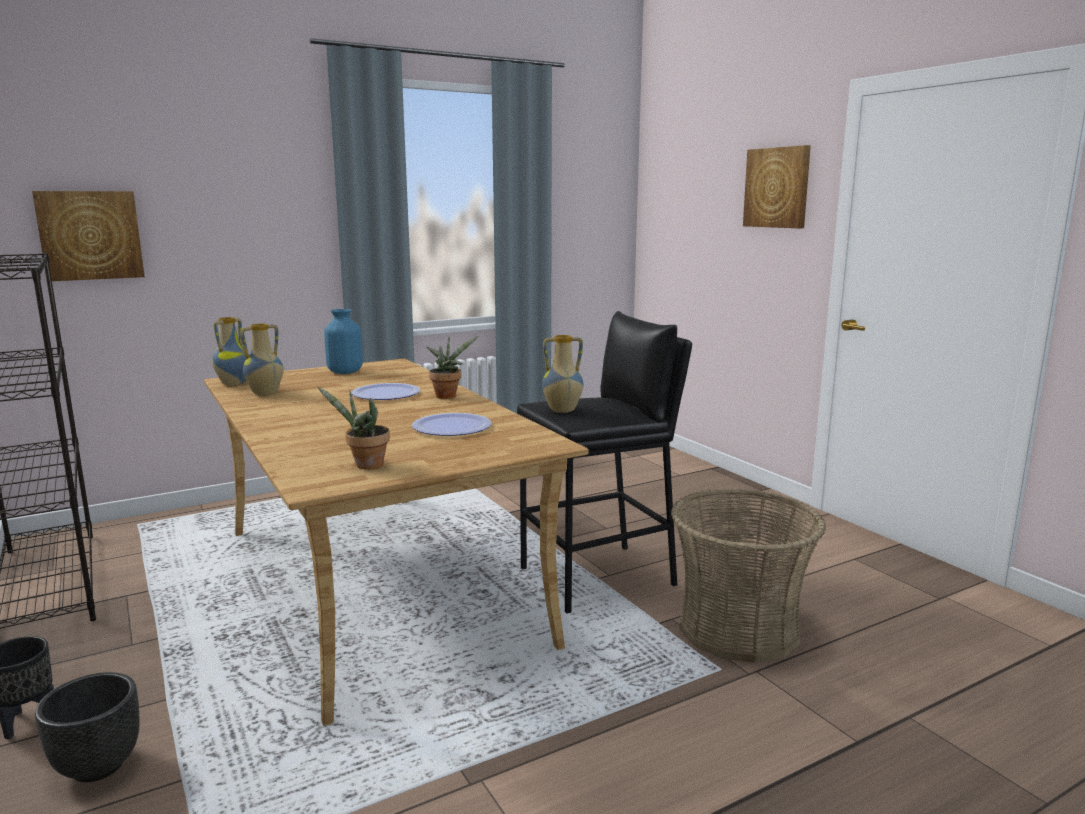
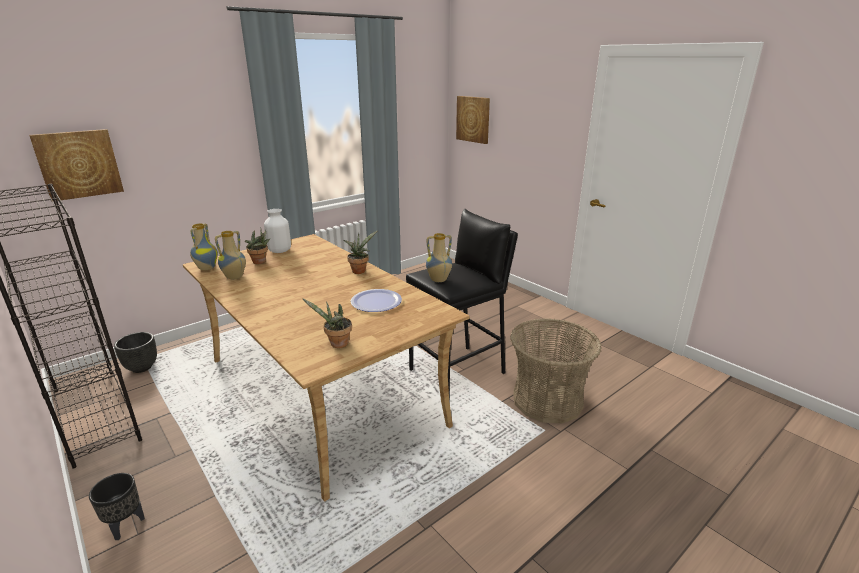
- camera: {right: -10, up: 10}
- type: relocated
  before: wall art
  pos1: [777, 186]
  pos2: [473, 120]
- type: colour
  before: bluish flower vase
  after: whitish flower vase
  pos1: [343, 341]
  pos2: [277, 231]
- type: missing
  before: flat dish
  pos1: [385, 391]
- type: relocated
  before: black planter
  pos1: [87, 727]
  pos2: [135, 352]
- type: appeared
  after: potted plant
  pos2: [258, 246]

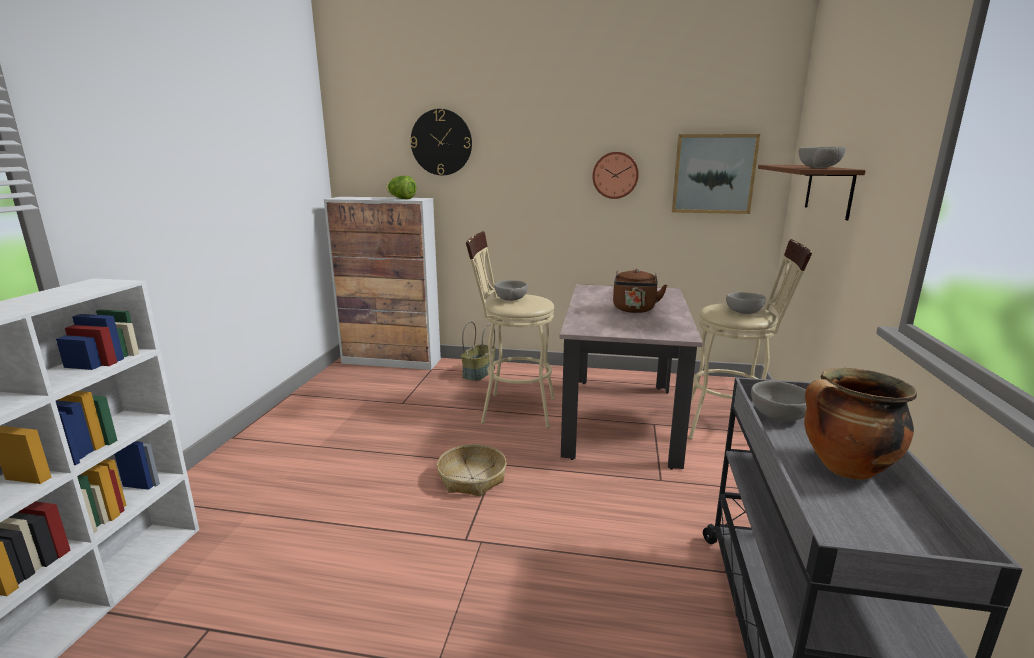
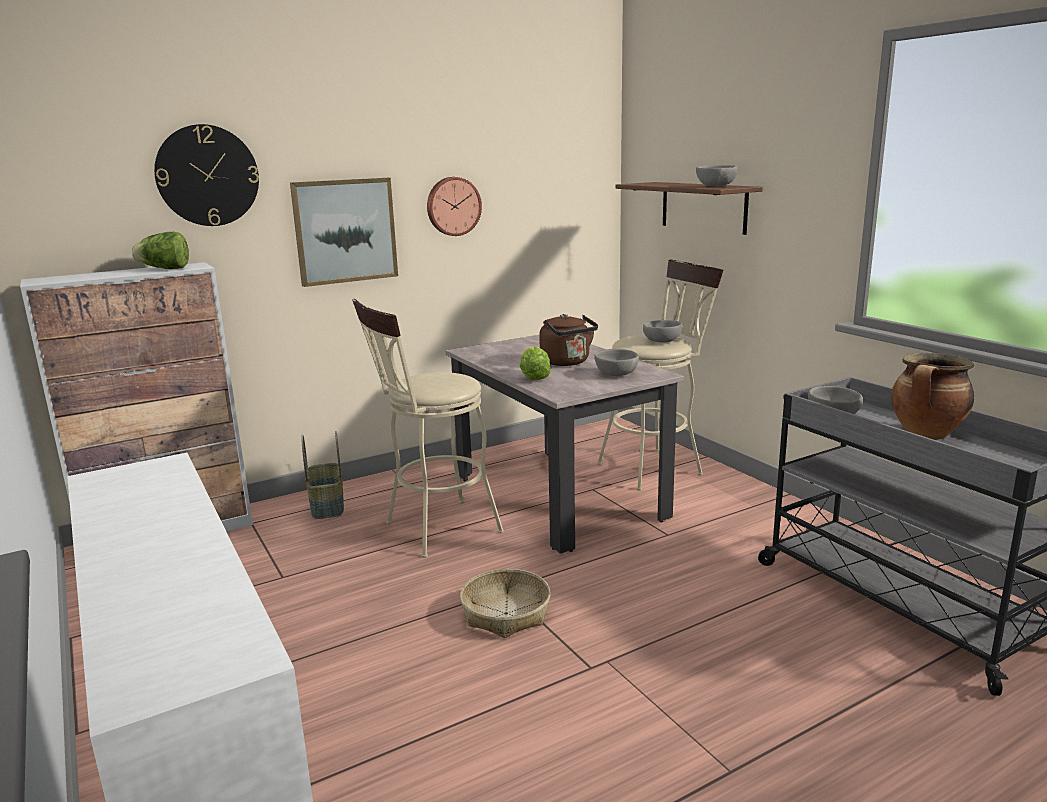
- camera: {right: -40, up: 0}
- type: relocated
  before: wall art
  pos1: [716, 174]
  pos2: [344, 232]
- type: relocated
  before: gray deep dish
  pos1: [511, 290]
  pos2: [616, 362]
- type: appeared
  after: head of lettuce
  pos2: [535, 363]

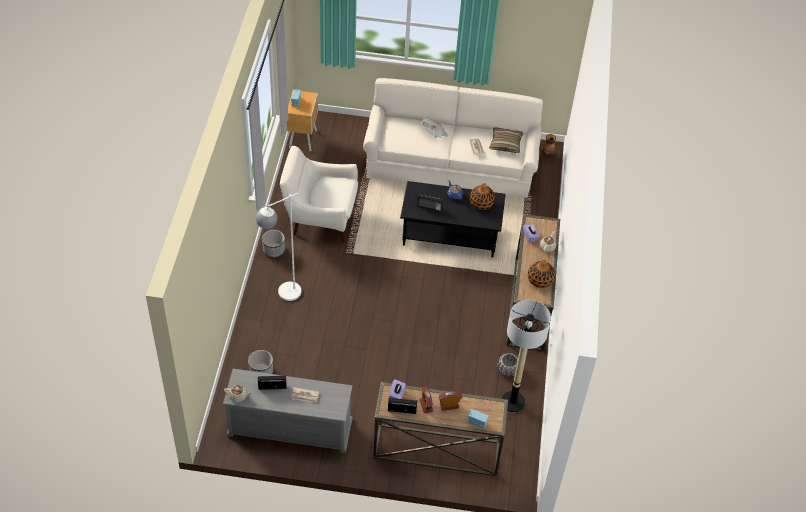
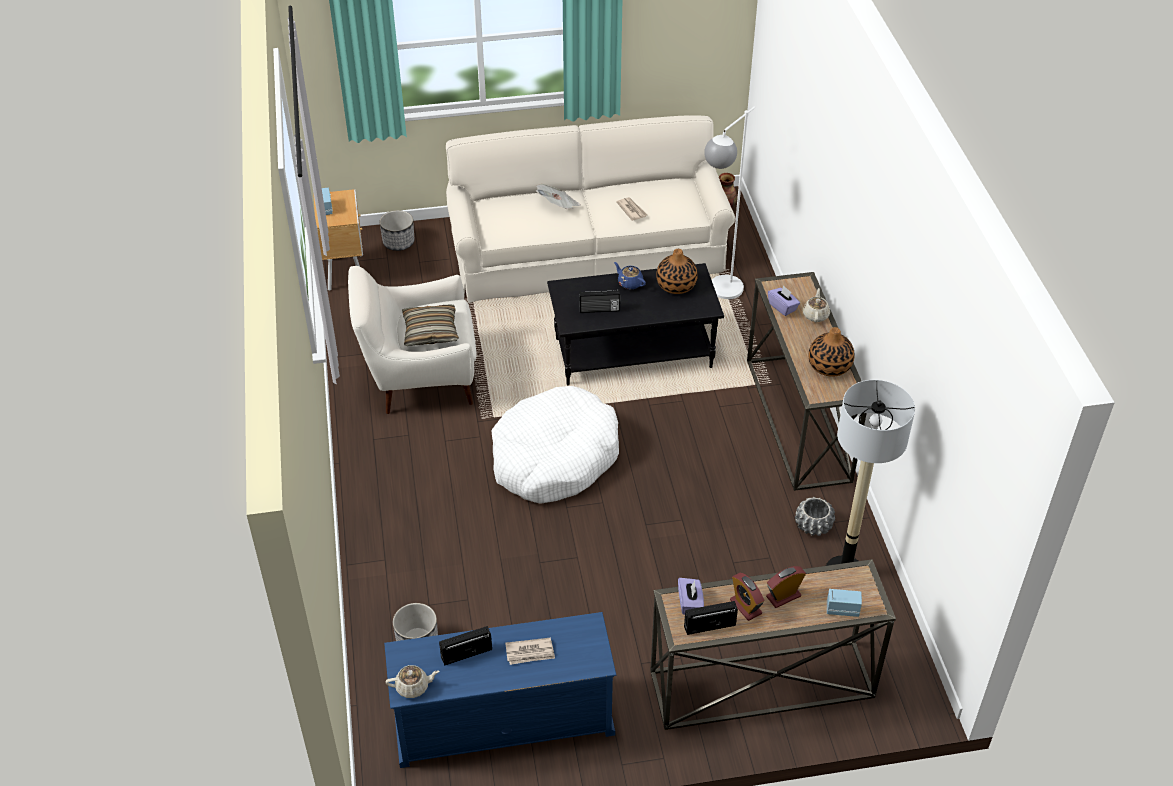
- camera: {right: -15, up: -5}
- type: relocated
  before: throw pillow
  pos1: [506, 140]
  pos2: [430, 325]
- type: relocated
  before: whitish floor lamp
  pos1: [278, 247]
  pos2: [729, 203]
- type: relocated
  before: planter
  pos1: [273, 244]
  pos2: [397, 230]
- type: colour
  before: gray tv unit
  after: bluish tv unit
  pos1: [288, 411]
  pos2: [500, 690]
- type: appeared
  after: whitish pet bed
  pos2: [555, 445]

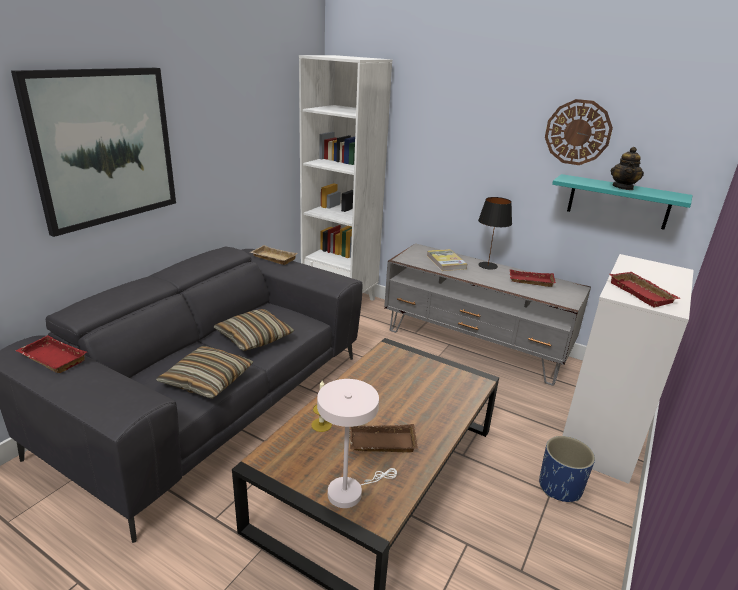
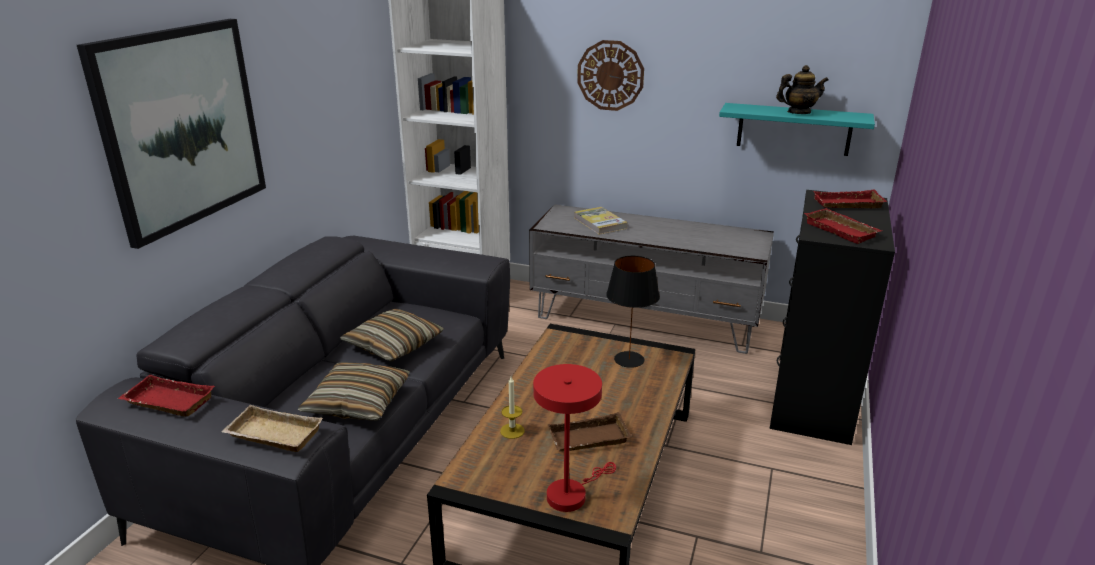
- camera: {right: -10, up: 0}
- type: relocated
  before: wall clock
  pos1: [579, 132]
  pos2: [610, 75]
- type: spun
  before: pot for tea
  pos1: [627, 168]
  pos2: [802, 89]
  turn: -105
- type: relocated
  before: black table lamp
  pos1: [495, 233]
  pos2: [633, 312]
- type: relocated
  before: beige-coloured tray
  pos1: [273, 255]
  pos2: [272, 428]
- type: colour
  before: whitish drawer chest
  after: black drawer chest
  pos1: [628, 369]
  pos2: [832, 317]
- type: relocated
  before: red tray
  pos1: [533, 278]
  pos2: [850, 198]
- type: colour
  before: whitish table lamp
  after: red table lamp
  pos1: [357, 443]
  pos2: [574, 438]
- type: missing
  before: bluish planter
  pos1: [567, 469]

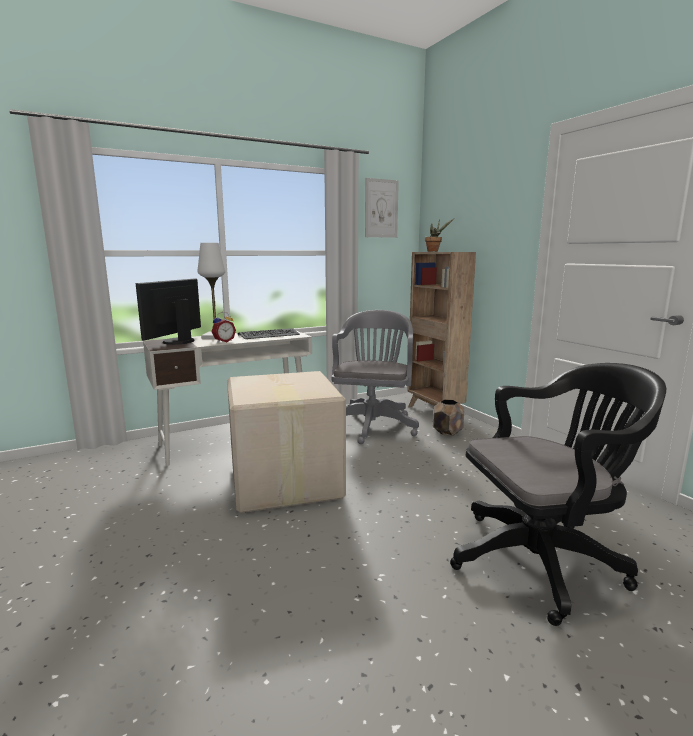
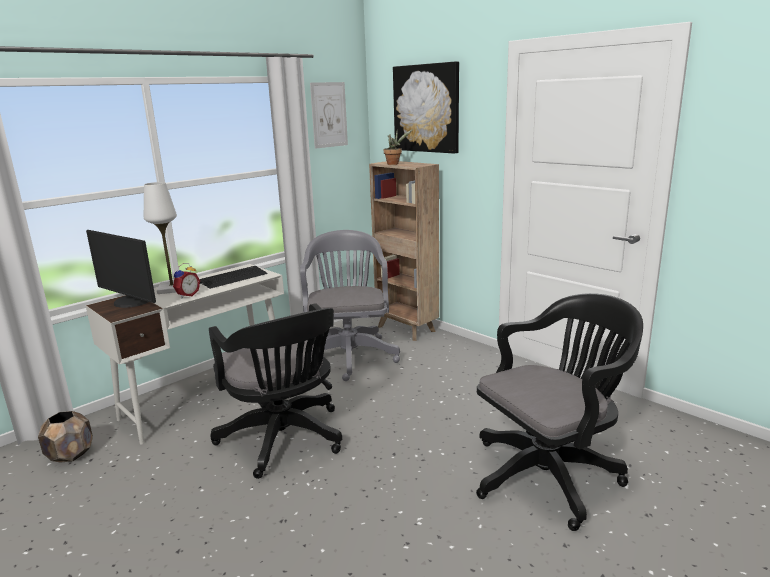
- camera: {right: -15, up: 5}
- type: spun
  before: computer screen
  pos1: [168, 311]
  pos2: [121, 269]
  turn: -60
- type: exchanged
  before: carton
  after: black office chair
  pos1: [286, 442]
  pos2: [275, 391]
- type: relocated
  before: brown planter
  pos1: [448, 418]
  pos2: [65, 437]
- type: appeared
  after: wall art
  pos2: [426, 107]

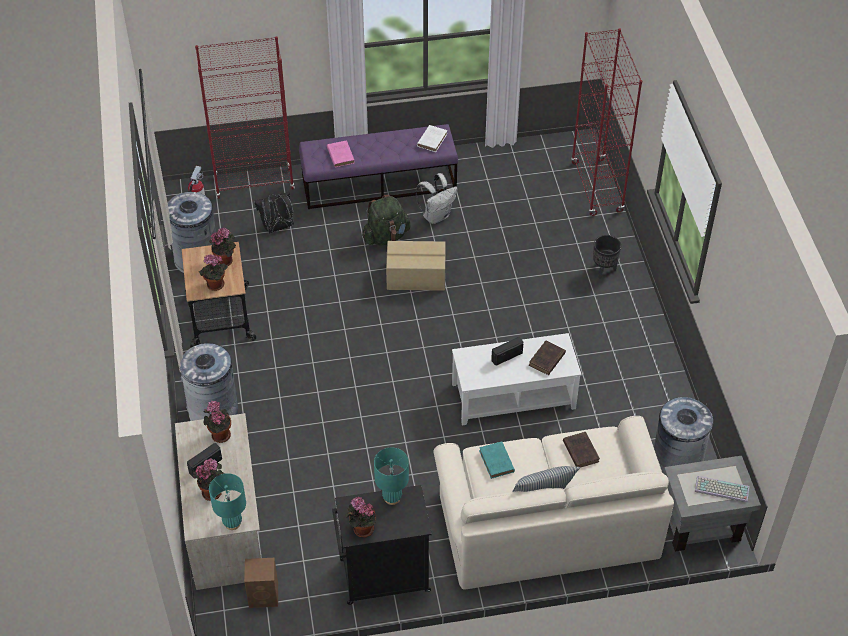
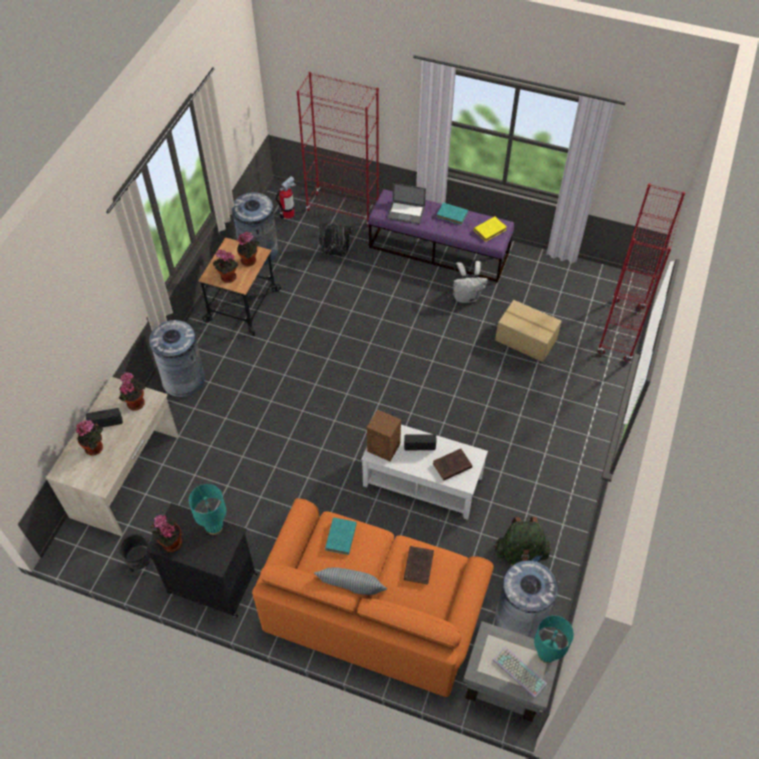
- camera: {right: 30, up: 5}
- type: colour
  before: whitish book
  after: yellow-coloured book
  pos1: [432, 138]
  pos2: [490, 229]
- type: exchanged
  before: pinkish book
  after: notebook computer
  pos1: [341, 153]
  pos2: [406, 203]
- type: relocated
  before: green-coloured knapsack
  pos1: [386, 220]
  pos2: [523, 541]
- type: relocated
  before: black planter
  pos1: [607, 257]
  pos2: [136, 553]
- type: relocated
  before: carton
  pos1: [416, 266]
  pos2: [528, 331]
- type: colour
  before: beige-coloured sofa
  after: orange-coloured sofa
  pos1: [553, 502]
  pos2: [373, 597]
- type: relocated
  before: turquoise-coloured table lamp
  pos1: [227, 501]
  pos2: [554, 639]
- type: relocated
  before: brown loudspeaker
  pos1: [261, 583]
  pos2: [384, 435]
- type: appeared
  after: turquoise-coloured book
  pos2: [452, 214]

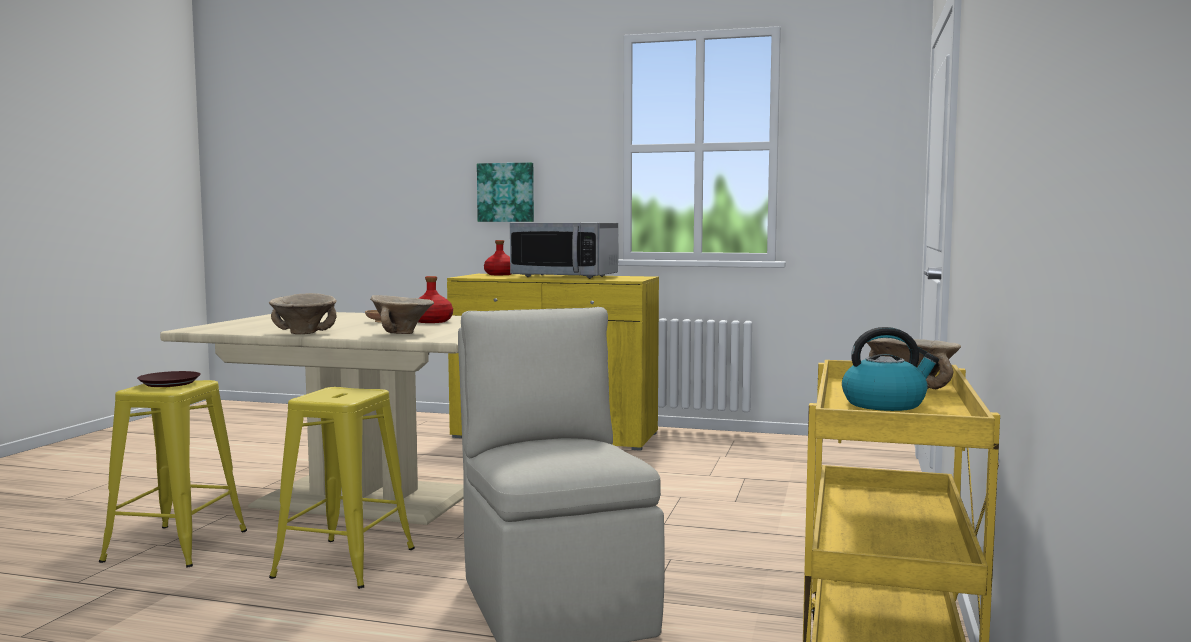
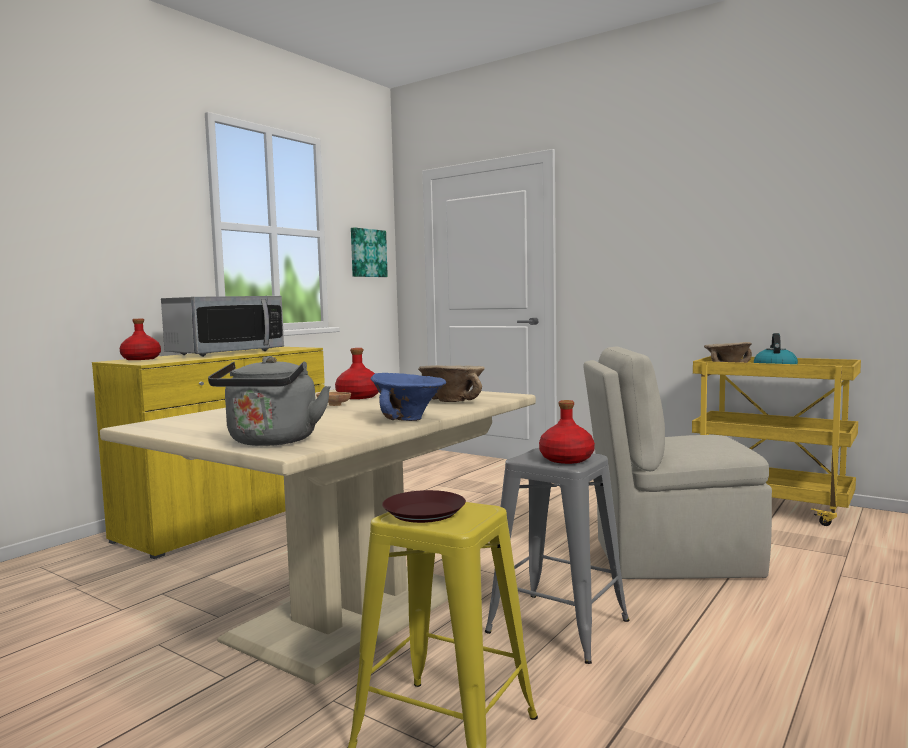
- camera: {right: -70, up: 0}
- type: relocated
  before: wall art
  pos1: [505, 192]
  pos2: [369, 252]
- type: colour
  before: beige-coloured deep dish
  after: bluish deep dish
  pos1: [303, 313]
  pos2: [408, 397]
- type: colour
  before: yellow-coloured stool seat
  after: gray stool seat
  pos1: [342, 488]
  pos2: [557, 556]
- type: appeared
  after: gray kettle
  pos2: [269, 401]
- type: appeared
  after: red drink bottle
  pos2: [567, 432]

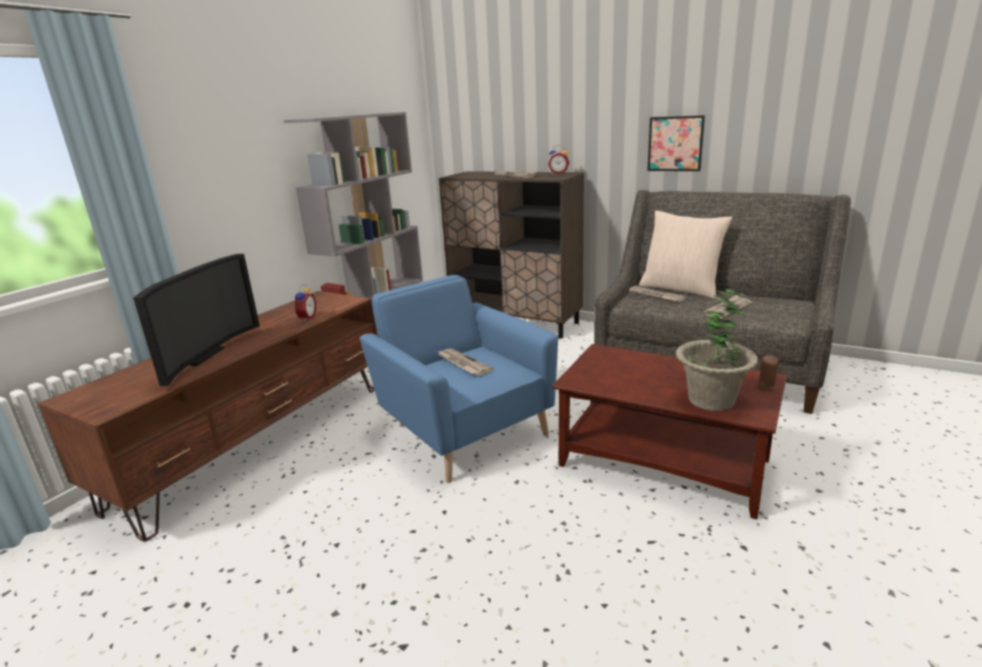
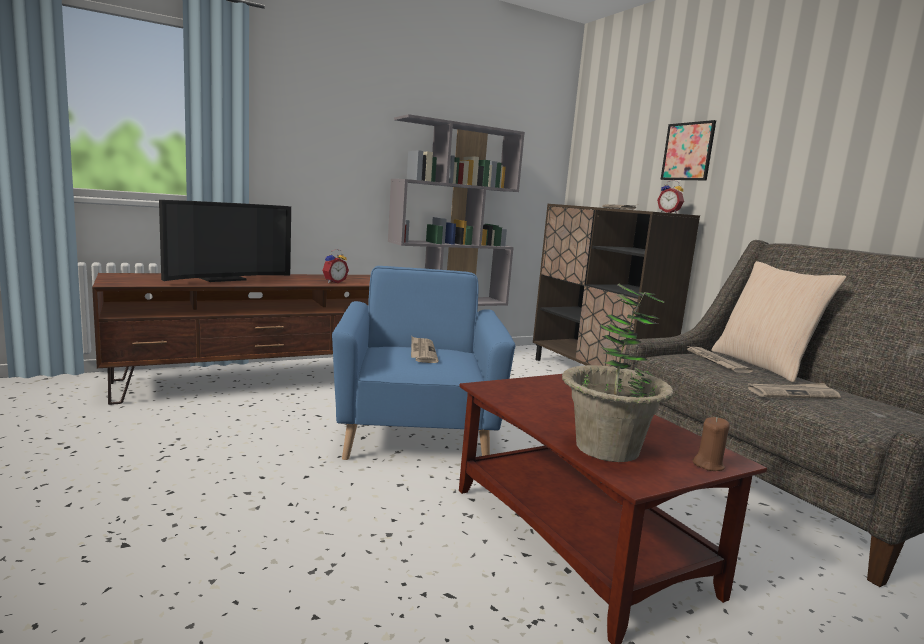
- camera: {right: 30, up: -10}
- type: relocated
  before: wall art
  pos1: [676, 143]
  pos2: [688, 150]

